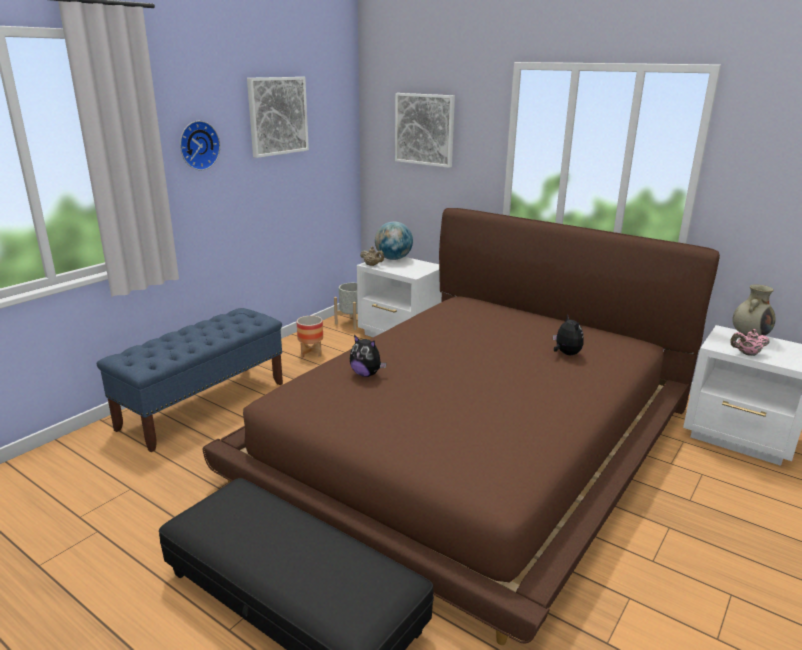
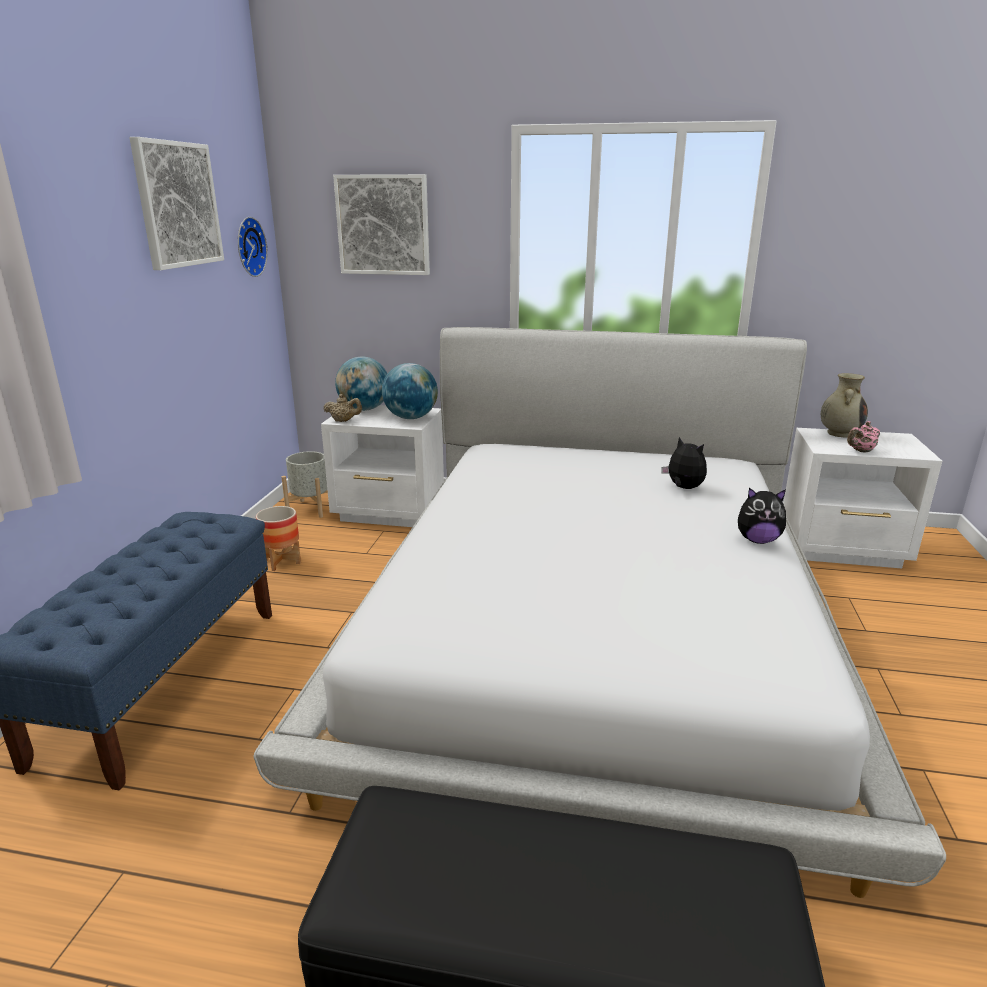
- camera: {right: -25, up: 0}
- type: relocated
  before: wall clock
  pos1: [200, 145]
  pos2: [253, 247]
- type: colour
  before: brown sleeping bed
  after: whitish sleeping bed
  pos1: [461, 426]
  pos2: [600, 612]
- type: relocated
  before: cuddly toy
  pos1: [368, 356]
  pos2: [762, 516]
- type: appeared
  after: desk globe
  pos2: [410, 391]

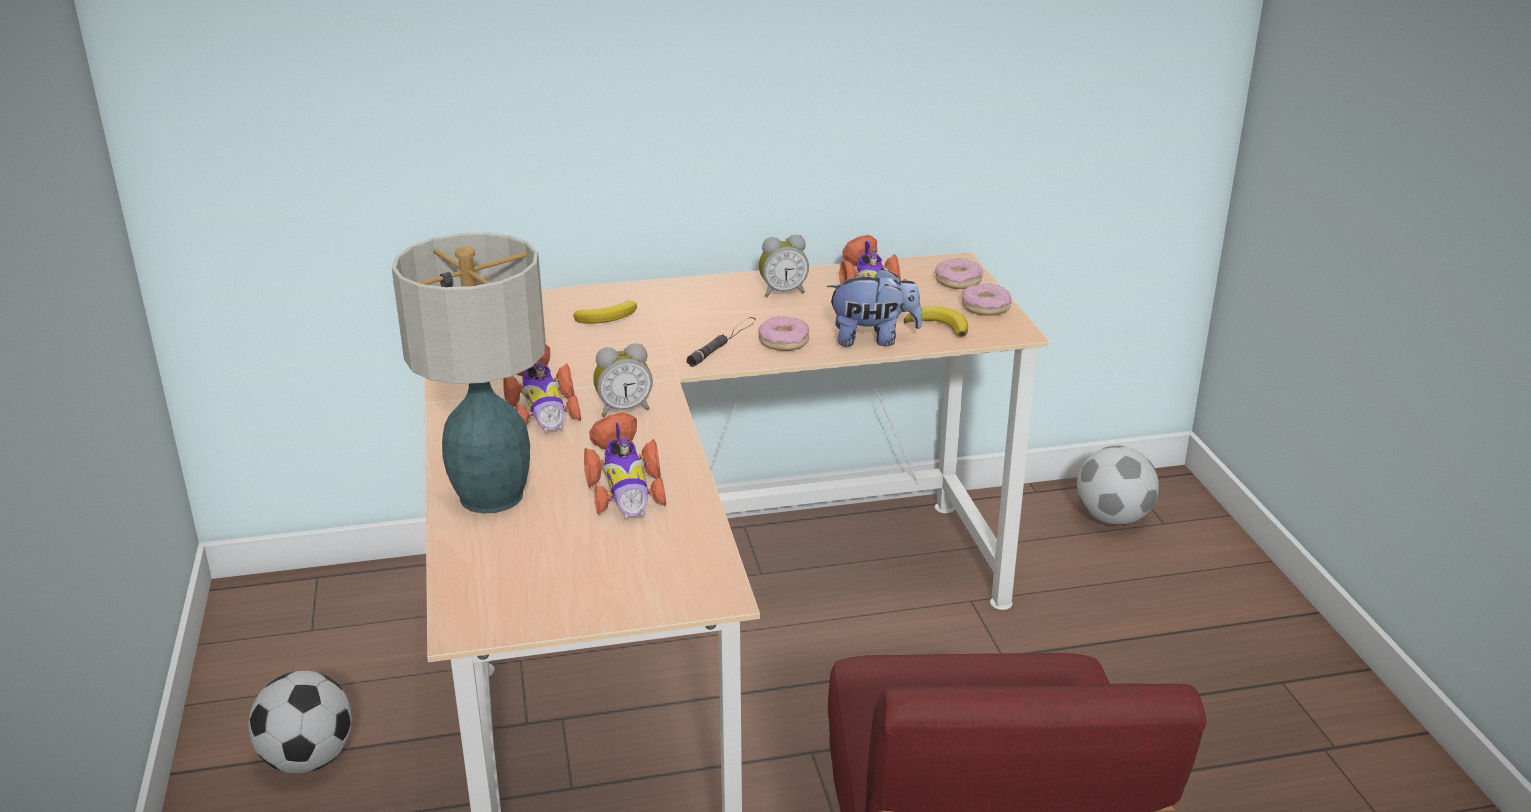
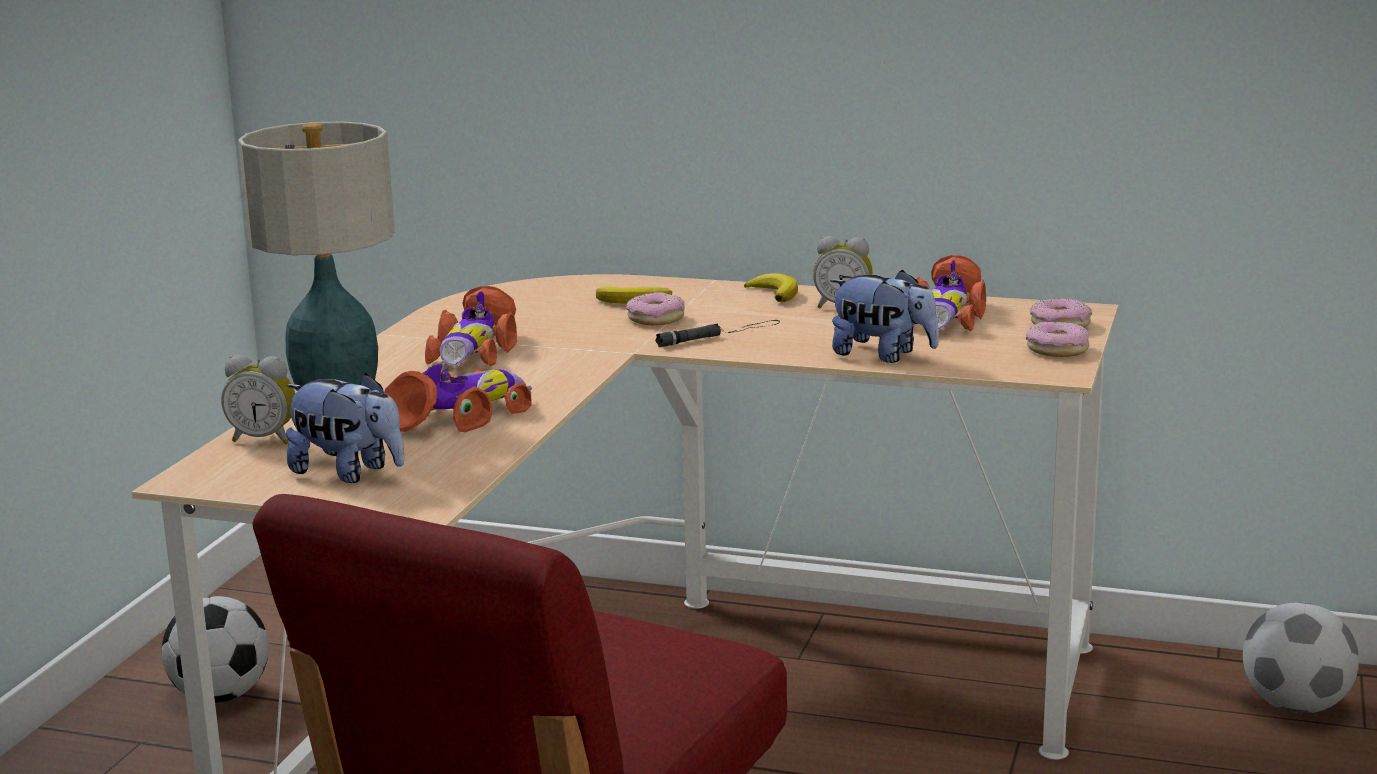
- camera: {right: 30, up: -10}
- type: relocated
  before: banana fruit
  pos1: [936, 321]
  pos2: [771, 287]
- type: relocated
  before: ring doughnut
  pos1: [783, 333]
  pos2: [655, 309]
- type: relocated
  before: alarm clock
  pos1: [623, 380]
  pos2: [258, 399]
- type: spun
  before: toy car
  pos1: [625, 465]
  pos2: [458, 398]
  turn: -150
- type: appeared
  after: cuddly toy
  pos2: [345, 428]

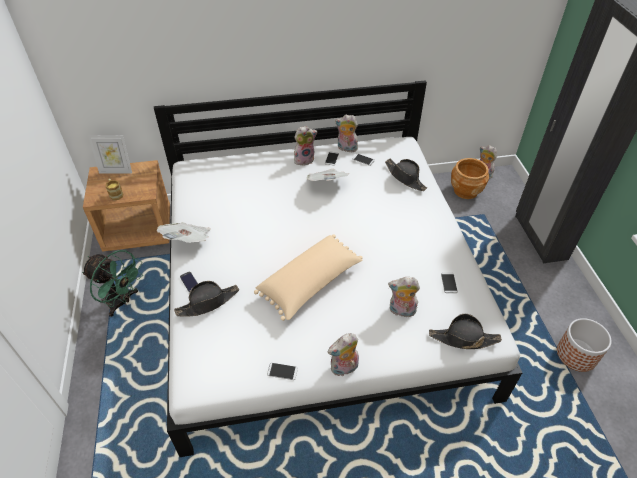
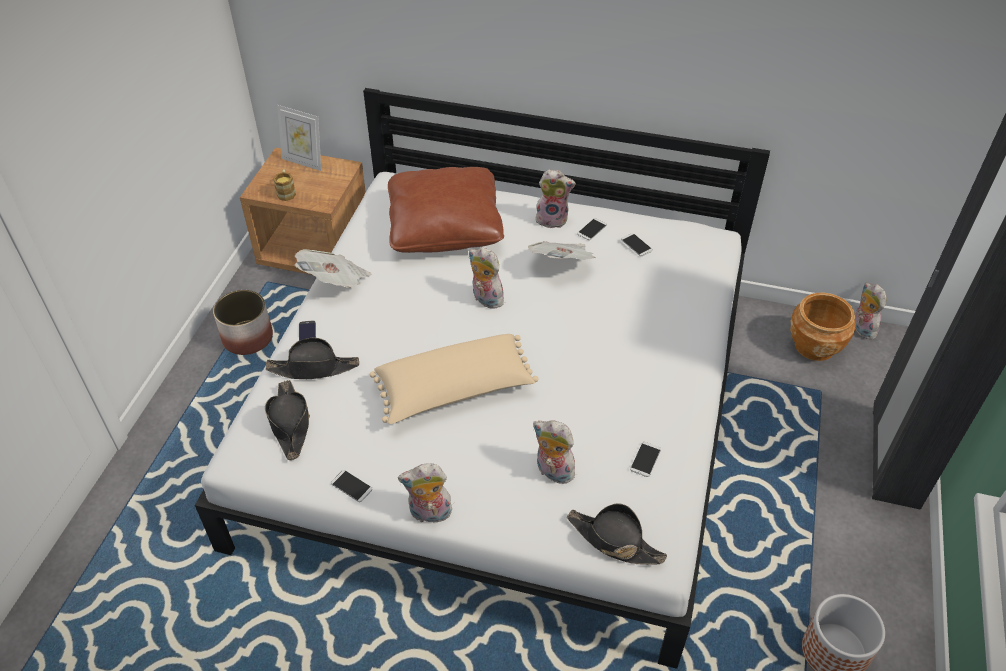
- camera: {right: 25, up: 0}
- type: relocated
  before: cuddly toy
  pos1: [346, 133]
  pos2: [488, 278]
- type: relocated
  before: black wearable hat
  pos1: [406, 175]
  pos2: [287, 420]
- type: exchanged
  before: green-coloured fan
  after: planter
  pos1: [112, 283]
  pos2: [243, 322]
- type: appeared
  after: brown throw pillow
  pos2: [446, 210]

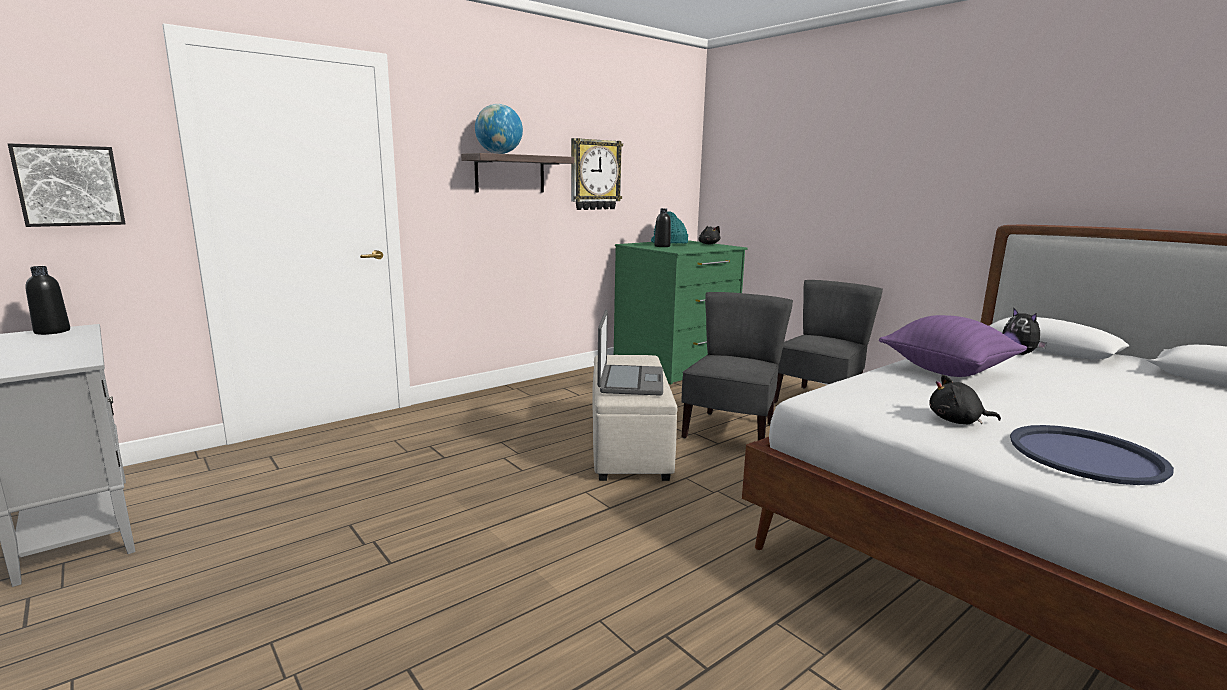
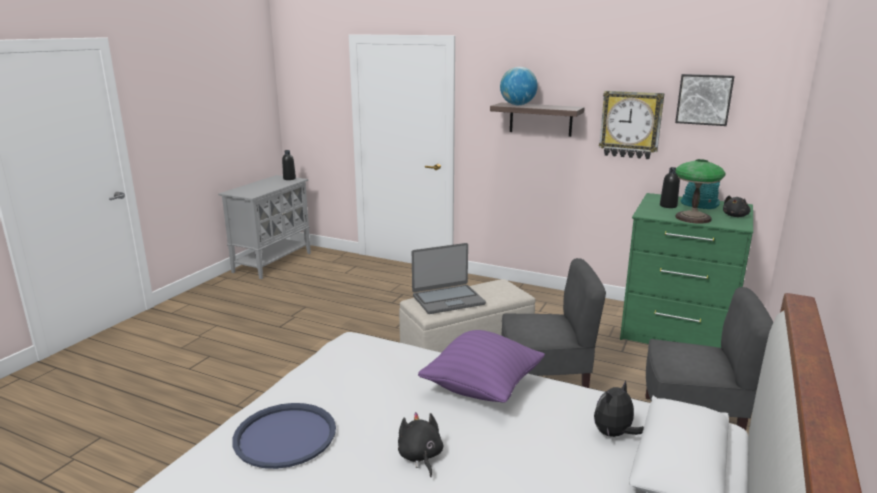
- camera: {right: 65, up: 5}
- type: relocated
  before: wall art
  pos1: [67, 185]
  pos2: [705, 100]
- type: relocated
  before: black cuddly toy
  pos1: [965, 399]
  pos2: [420, 444]
- type: appeared
  after: table lamp
  pos2: [700, 191]

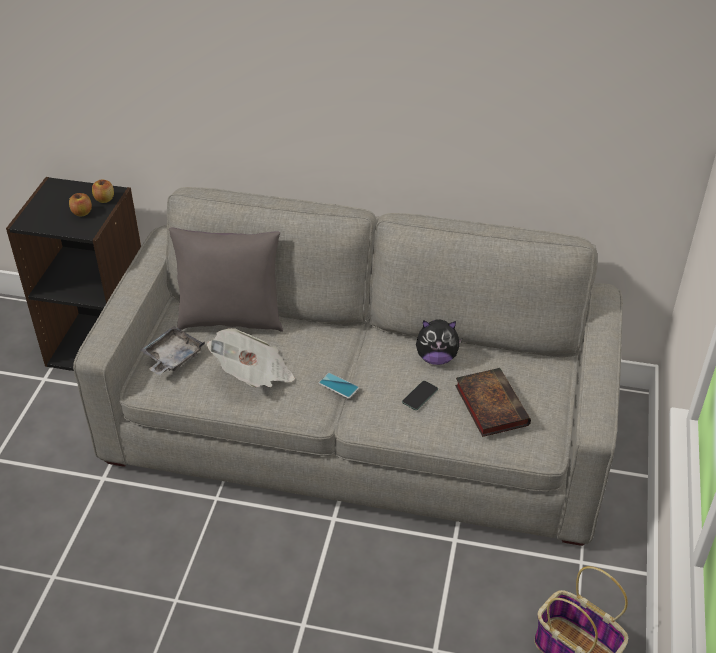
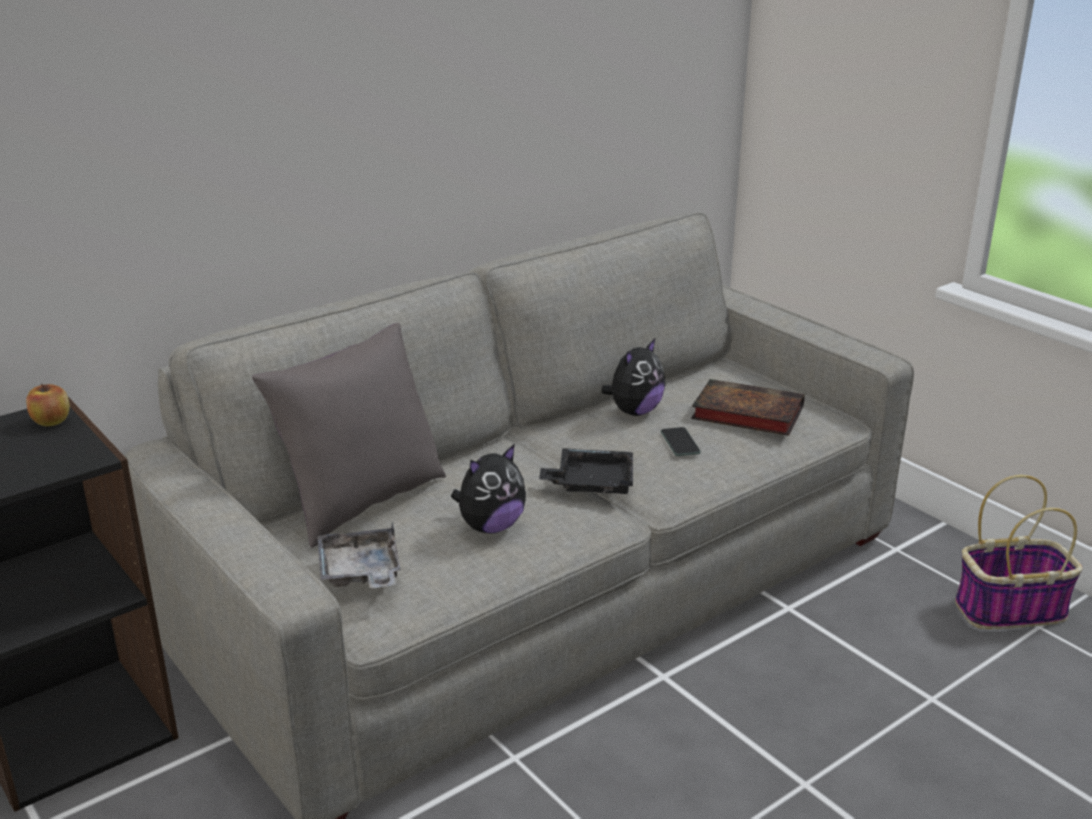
- camera: {right: -50, up: -15}
- type: missing
  before: whole apple
  pos1: [80, 204]
- type: exchanged
  before: printed paper
  after: cuddly toy
  pos1: [251, 358]
  pos2: [488, 489]
- type: exchanged
  before: phone
  after: black tray
  pos1: [339, 386]
  pos2: [586, 471]

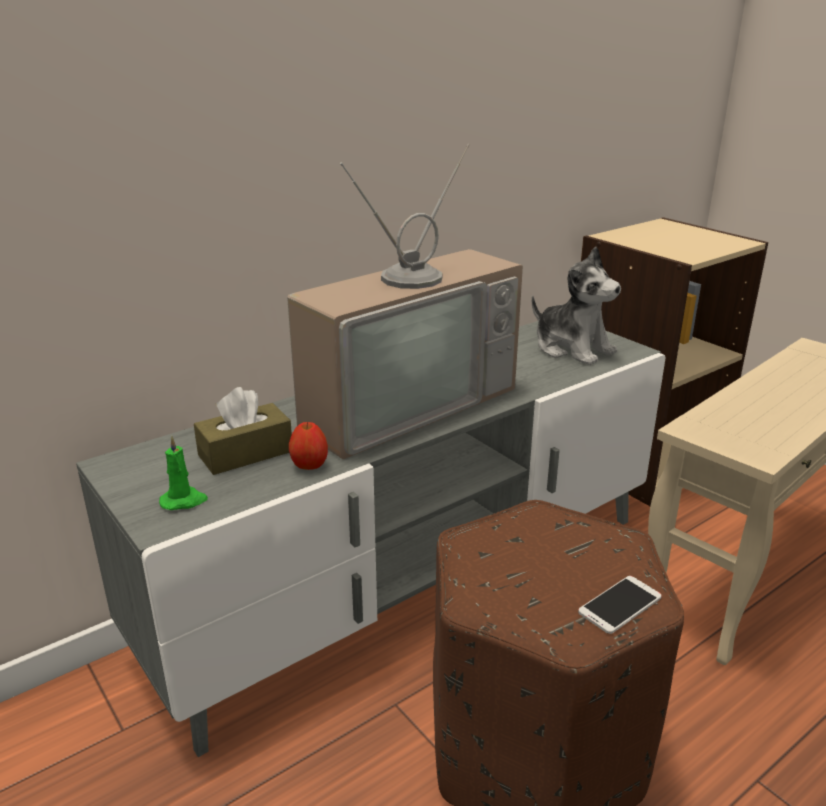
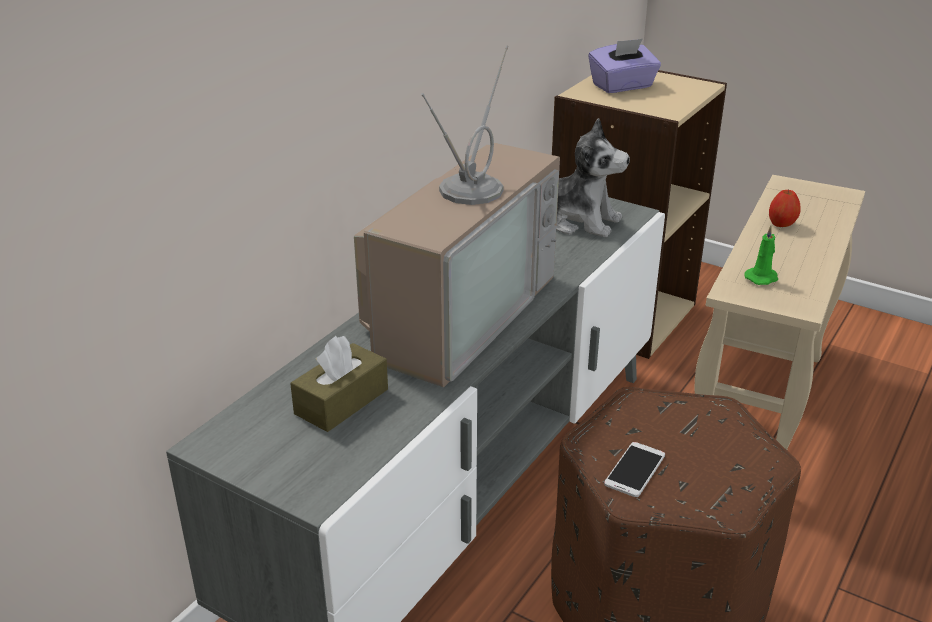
- camera: {right: -20, up: 5}
- type: relocated
  before: whole apple
  pos1: [308, 446]
  pos2: [785, 208]
- type: relocated
  before: green-coloured wax light
  pos1: [183, 473]
  pos2: [761, 255]
- type: relocated
  before: phone
  pos1: [620, 605]
  pos2: [634, 469]
- type: appeared
  after: purple-coloured tissue holder
  pos2: [624, 66]

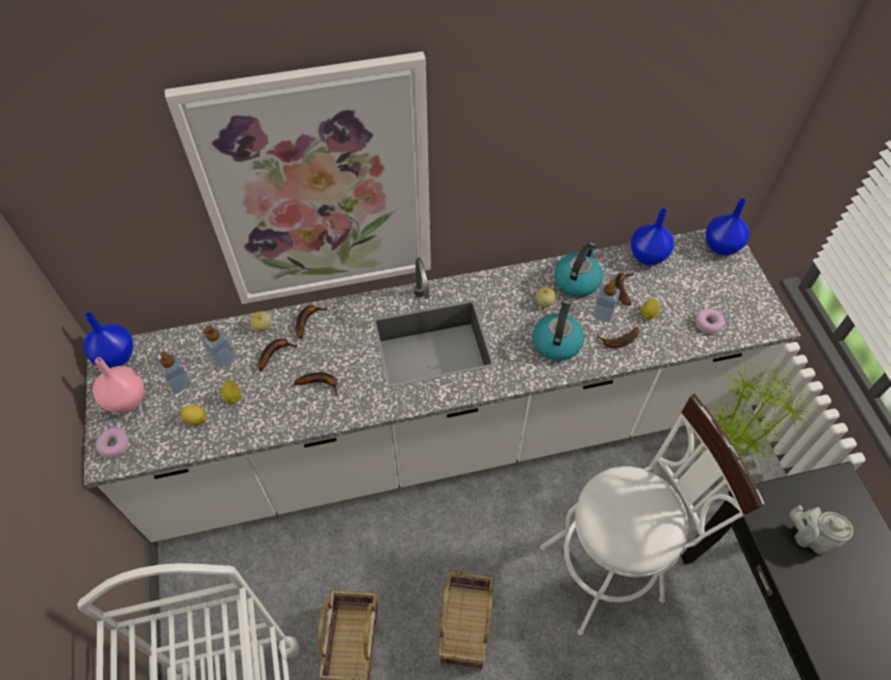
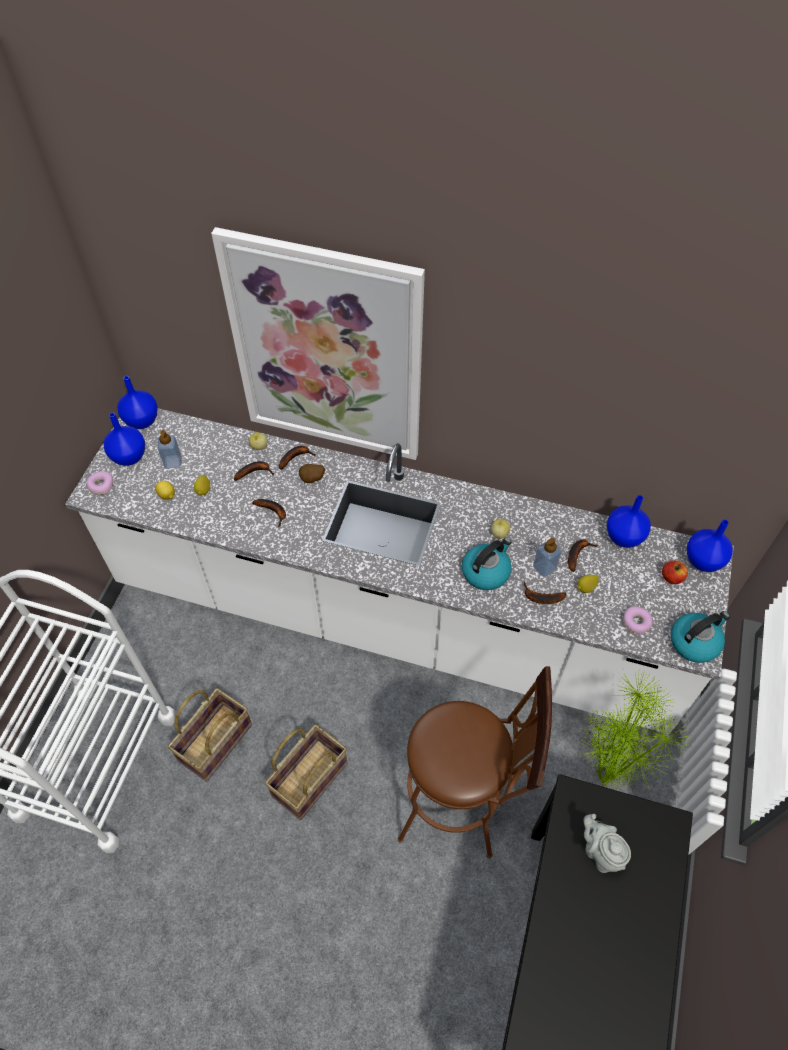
- camera: {right: 30, up: 0}
- type: relocated
  before: kettle
  pos1: [578, 269]
  pos2: [700, 637]
- type: missing
  before: soap bottle
  pos1: [218, 346]
- type: colour
  before: pinkish flower vase
  after: bluish flower vase
  pos1: [118, 385]
  pos2: [124, 439]
- type: colour
  before: whitish stool seat
  after: brown stool seat
  pos1: [652, 515]
  pos2: [475, 762]
- type: appeared
  after: spud
  pos2: [312, 473]
- type: appeared
  after: whole apple
  pos2: [675, 572]

